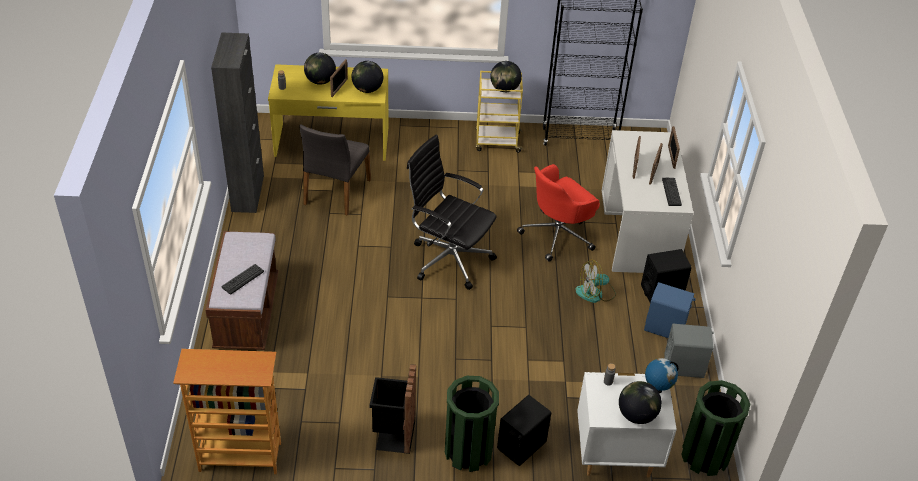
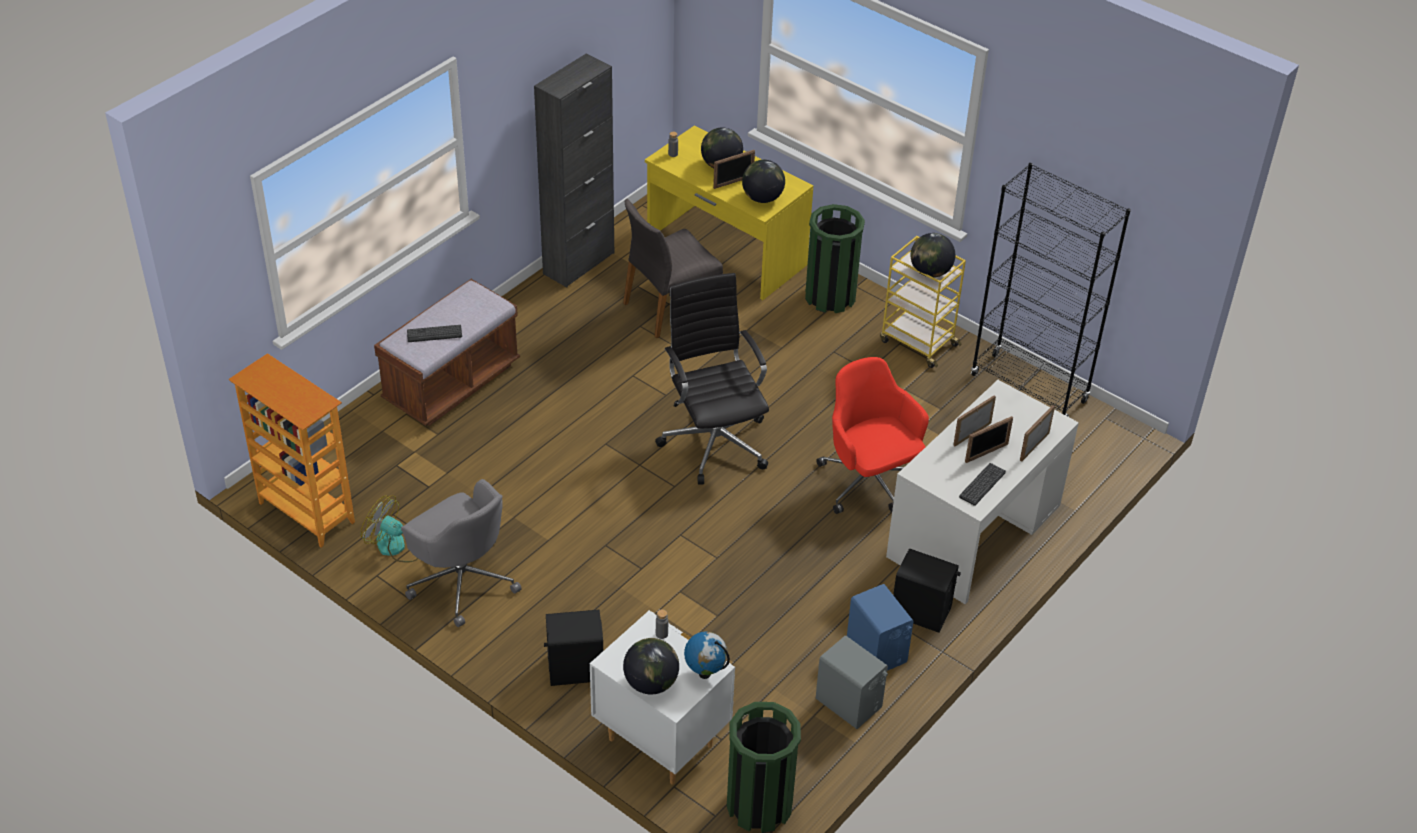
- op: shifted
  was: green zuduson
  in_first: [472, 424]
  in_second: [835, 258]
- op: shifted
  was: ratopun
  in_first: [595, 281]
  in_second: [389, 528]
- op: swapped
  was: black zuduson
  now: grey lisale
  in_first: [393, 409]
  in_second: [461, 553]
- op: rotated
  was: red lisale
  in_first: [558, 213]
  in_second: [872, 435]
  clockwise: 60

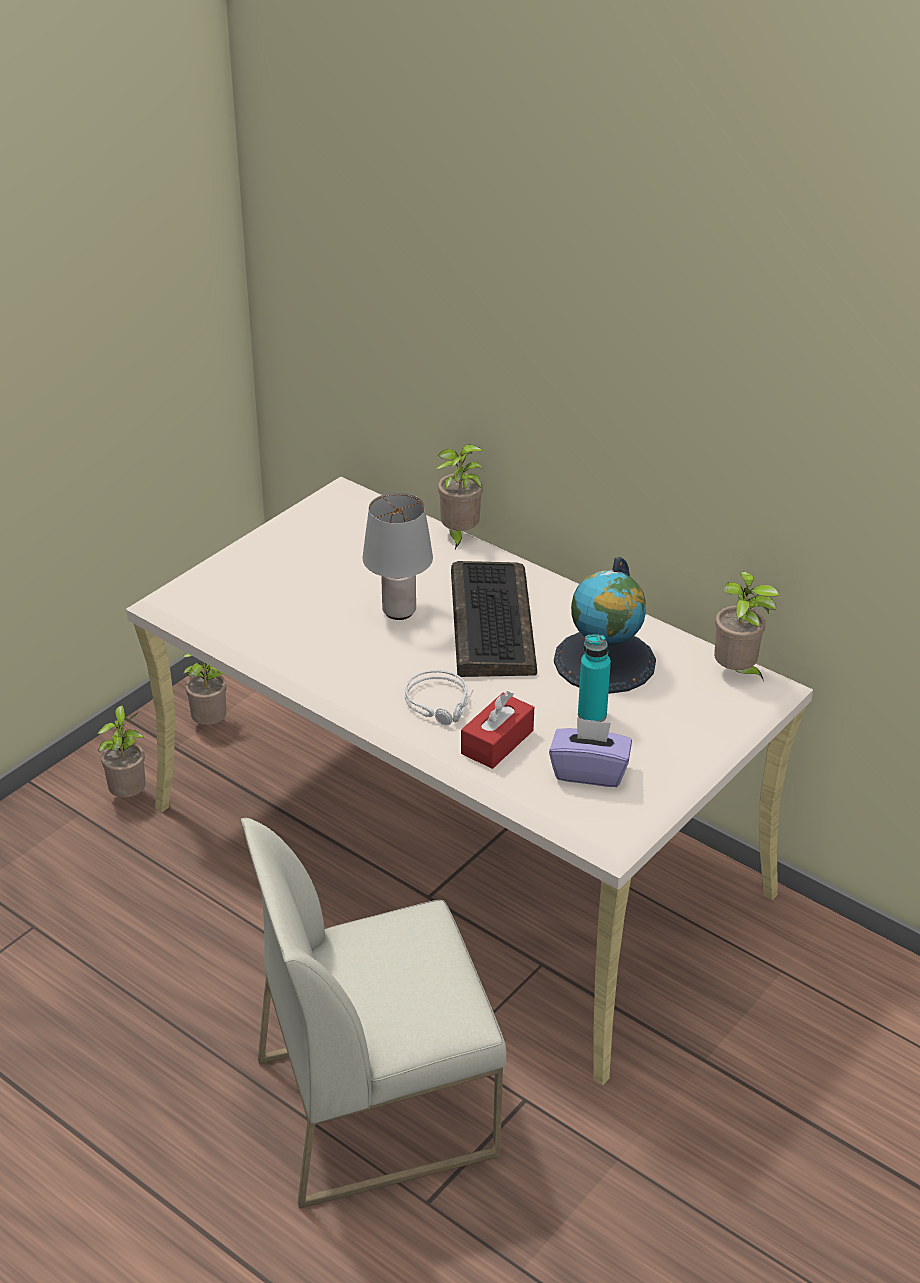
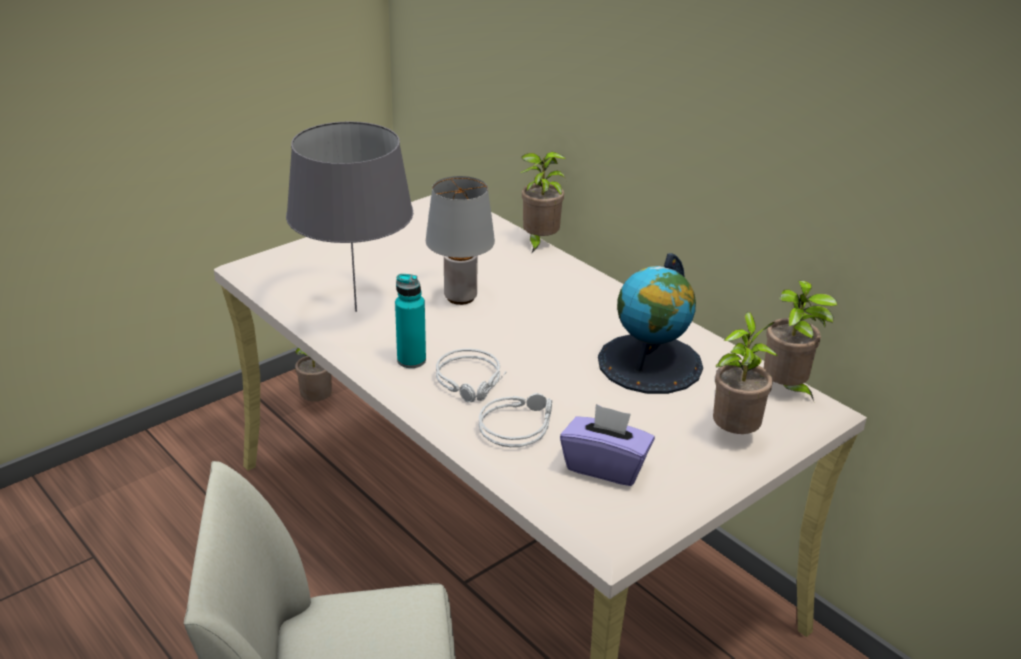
- op: gone
  was: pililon
  in_first: [494, 619]
- op: new
  now: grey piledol
  in_second: [349, 216]
- op: shifted
  was: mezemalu
  in_first: [121, 752]
  in_second: [746, 373]
- op: shifted
  was: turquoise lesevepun
  in_first: [594, 678]
  in_second: [410, 321]
- op: swapped
  was: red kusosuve
  now: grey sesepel
  in_first: [497, 730]
  in_second: [515, 420]

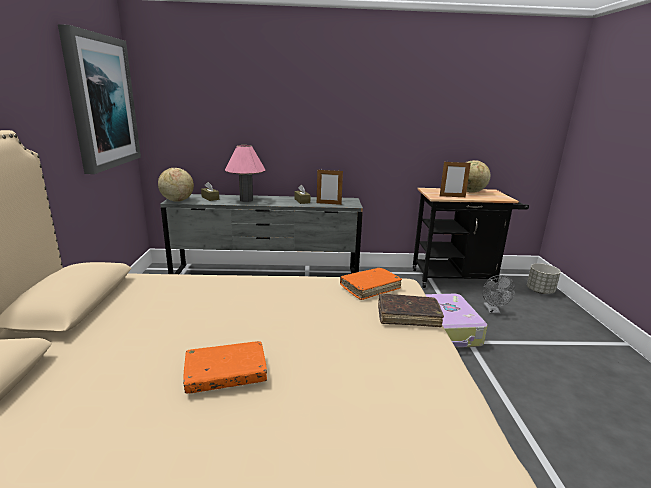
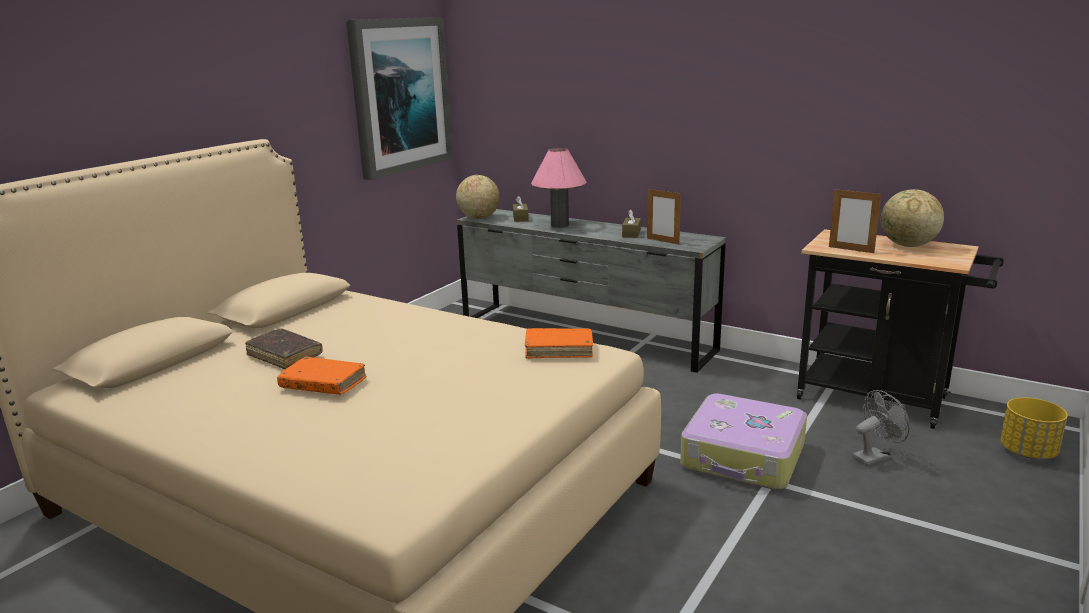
- op: shifted
  was: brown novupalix
  in_first: [411, 310]
  in_second: [284, 348]
- op: repainted
  was: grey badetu
  now: yellow badetu
  in_first: [544, 278]
  in_second: [1034, 428]
- op: rotated
  was: grey ratopun
  in_first: [498, 294]
  in_second: [881, 428]
  clockwise: -150

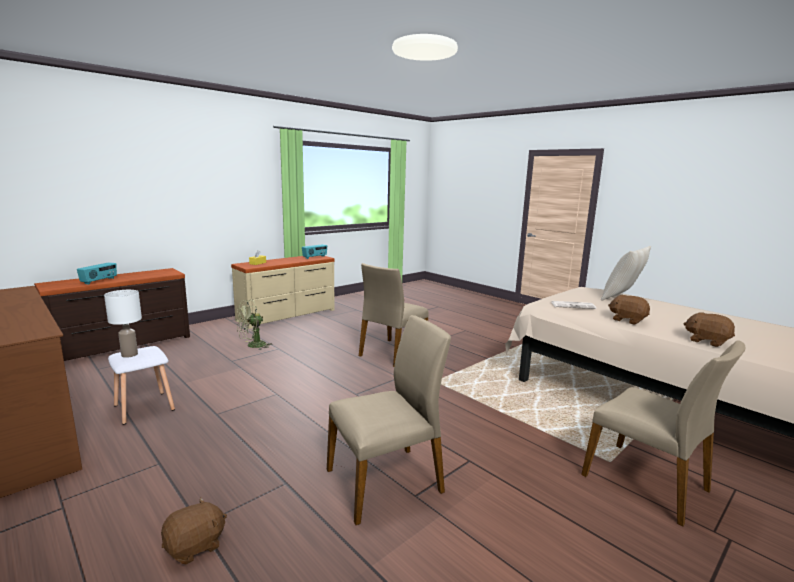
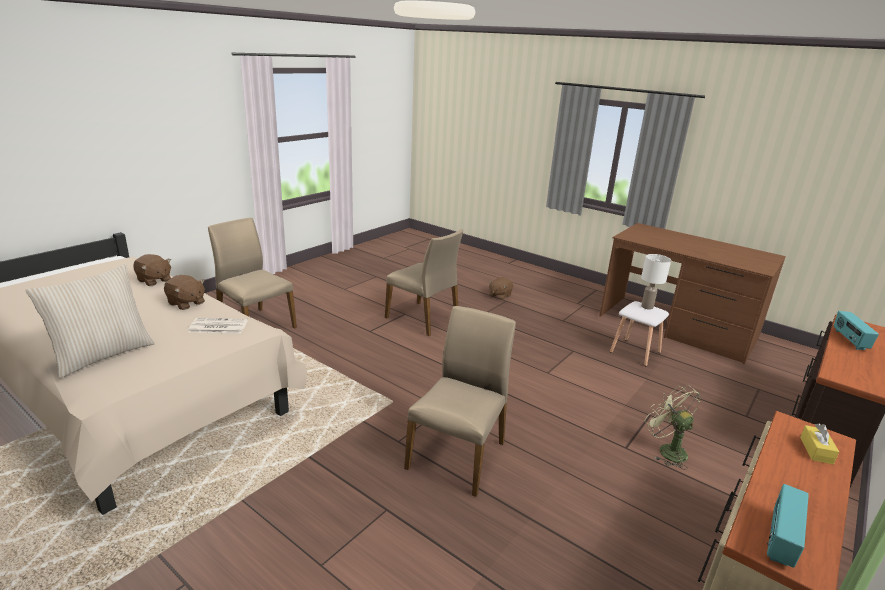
- op: rotated
  was: green ratopun
  in_first: [254, 324]
  in_second: [672, 427]
  clockwise: -75
- op: rotated
  was: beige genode
  in_first: [389, 420]
  in_second: [424, 282]
  clockwise: -105

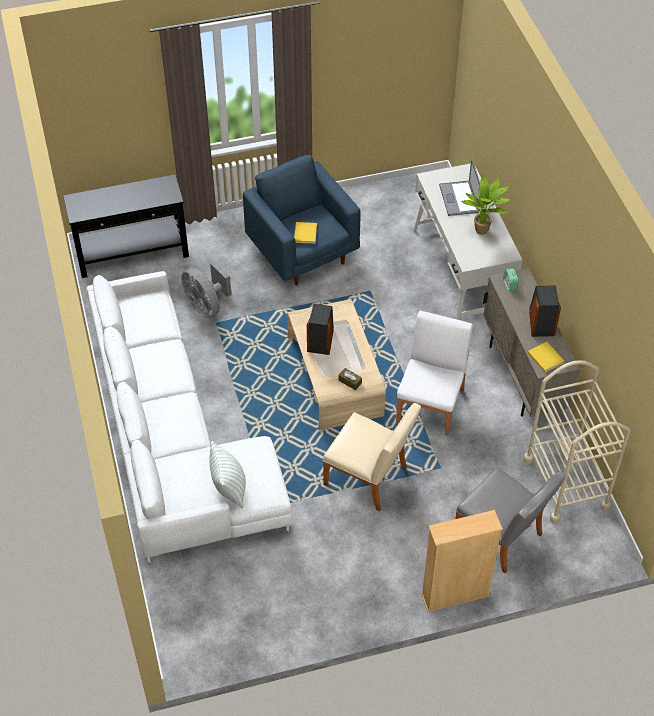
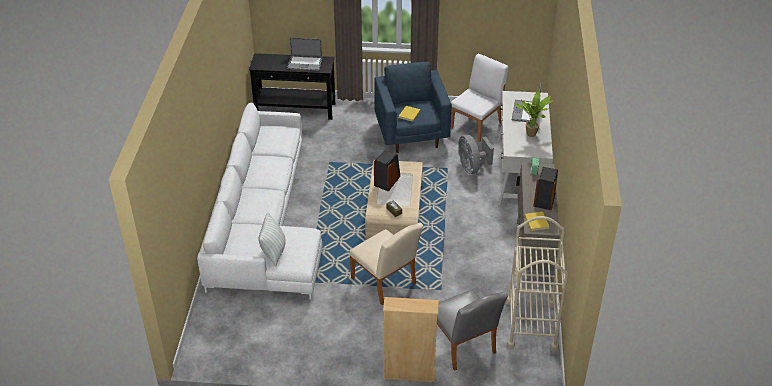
- op: new
  now: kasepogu
  in_second: [304, 54]
- op: shifted
  was: grey ratopun
  in_first: [206, 289]
  in_second: [476, 154]
- op: shifted
  was: white genode
  in_first: [434, 373]
  in_second: [480, 98]

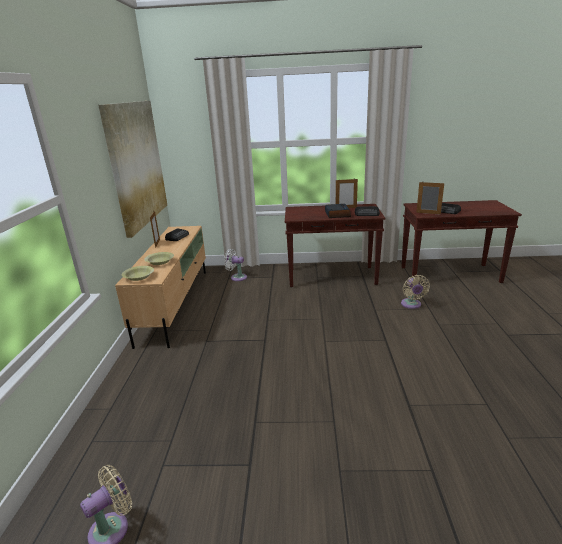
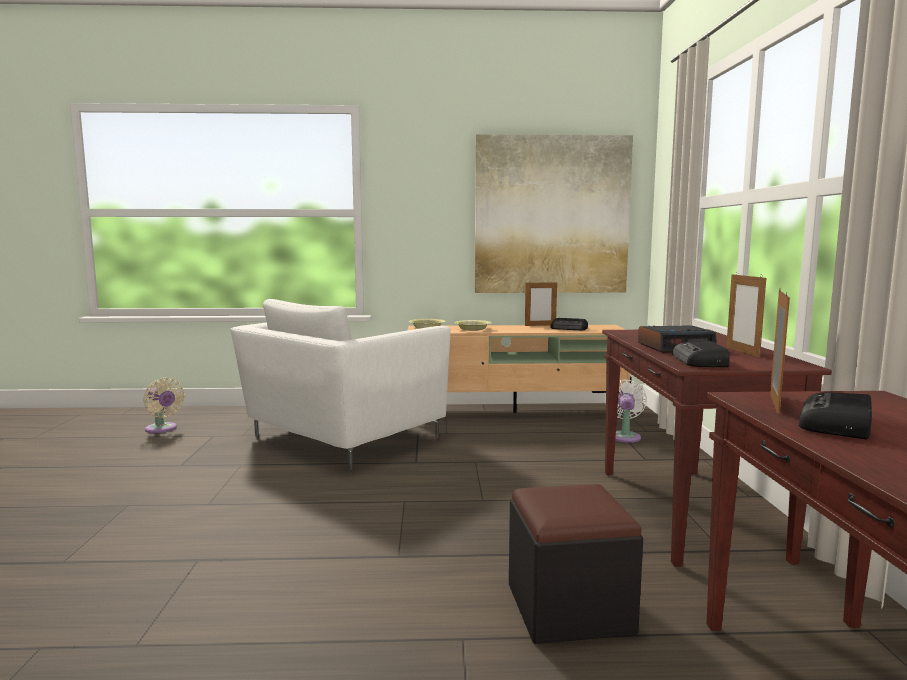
- op: new
  now: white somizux
  in_second: [341, 384]
- op: swapped
  was: beige ratopun
  now: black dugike
  in_first: [415, 292]
  in_second: [576, 564]

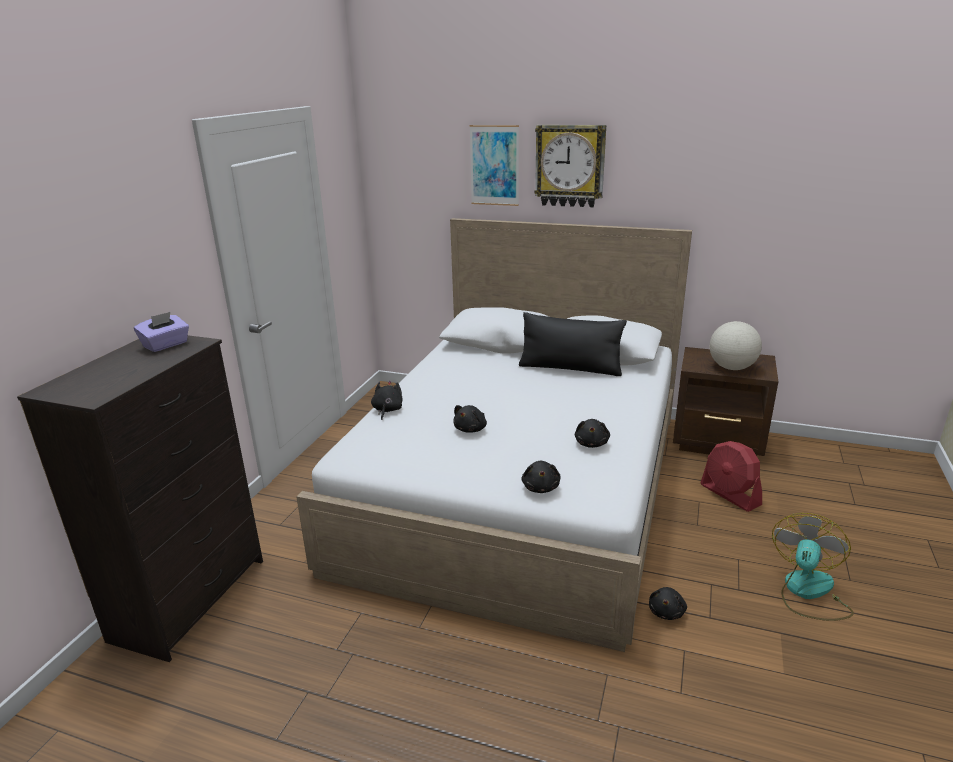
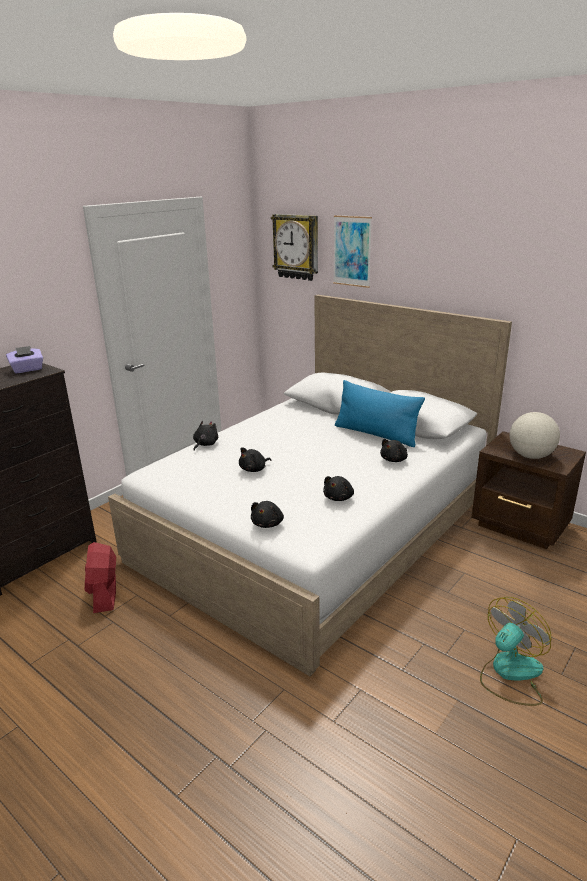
- op: shifted
  was: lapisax
  in_first: [570, 166]
  in_second: [294, 247]
- op: shifted
  was: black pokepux
  in_first: [668, 603]
  in_second: [394, 450]
- op: shifted
  was: red ratopun
  in_first: [731, 476]
  in_second: [100, 577]
- op: repainted
  was: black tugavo
  now: blue tugavo
  in_first: [573, 344]
  in_second: [380, 413]

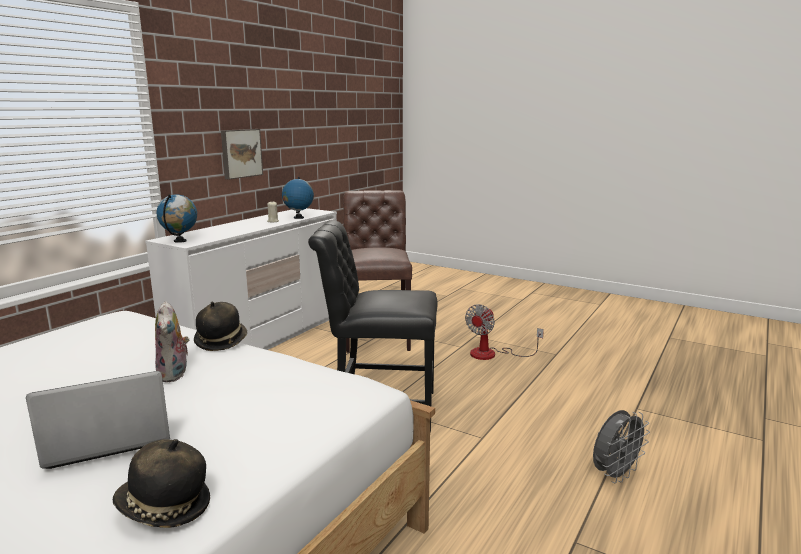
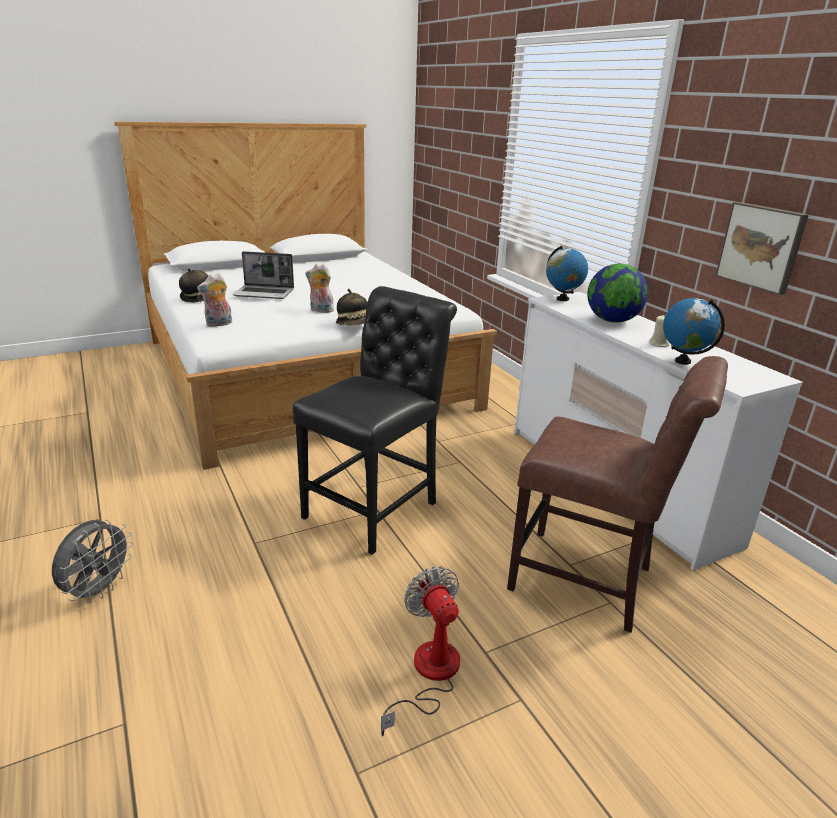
- op: new
  now: pokepux
  in_second: [214, 300]
- op: new
  now: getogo
  in_second: [617, 293]
- op: rotated
  was: kasepogu
  in_first: [98, 420]
  in_second: [263, 275]
  clockwise: 90
- op: rotated
  was: grey ratopun
  in_first: [621, 446]
  in_second: [92, 561]
  clockwise: -150

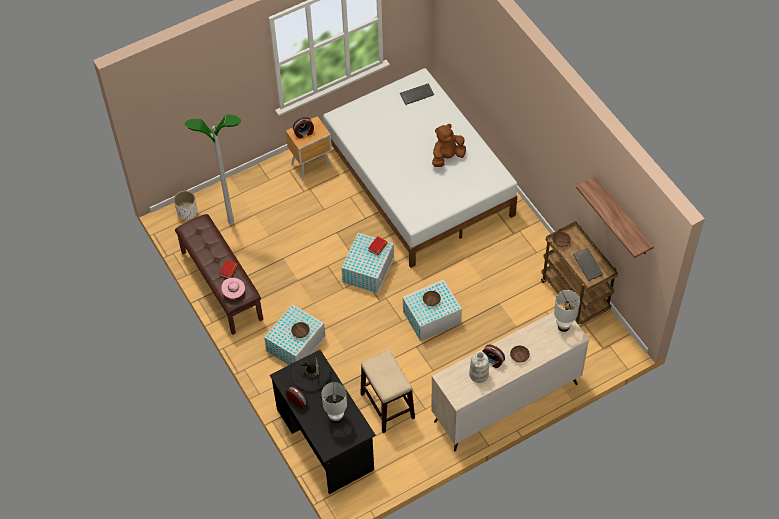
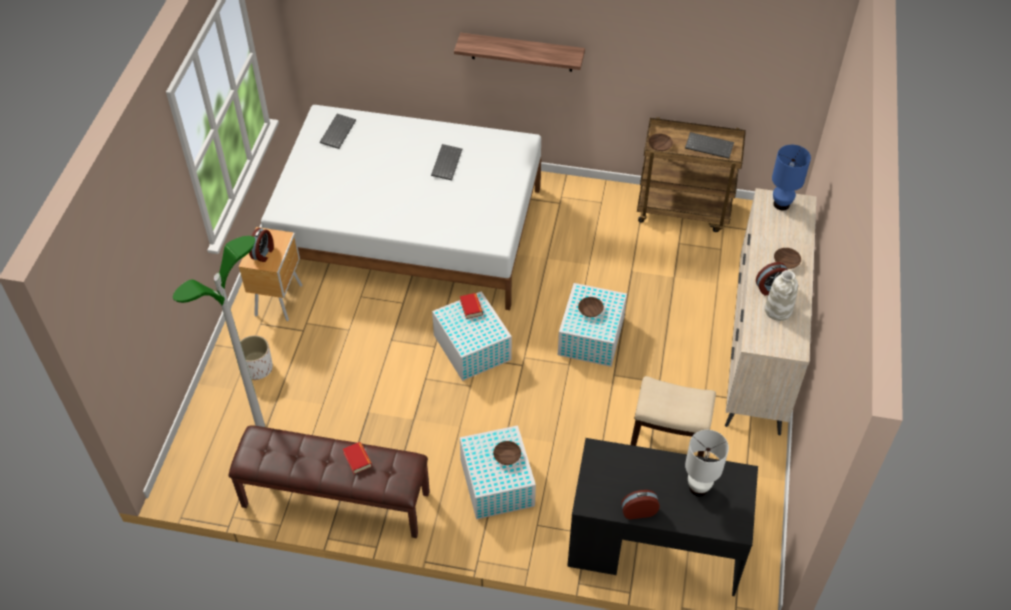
- op: gone
  was: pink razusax
  in_first: [233, 288]
- op: gone
  was: black razusax
  in_first: [310, 374]
- op: shifted
  was: white badetu
  in_first: [185, 205]
  in_second: [256, 357]
- op: shifted
  was: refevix
  in_first: [615, 217]
  in_second: [519, 52]
- op: swapped
  was: brown pokepux
  now: pililon
  in_first: [449, 145]
  in_second: [446, 162]
- op: repainted
  was: white piledol
  now: blue piledol
  in_first: [567, 311]
  in_second: [791, 178]

